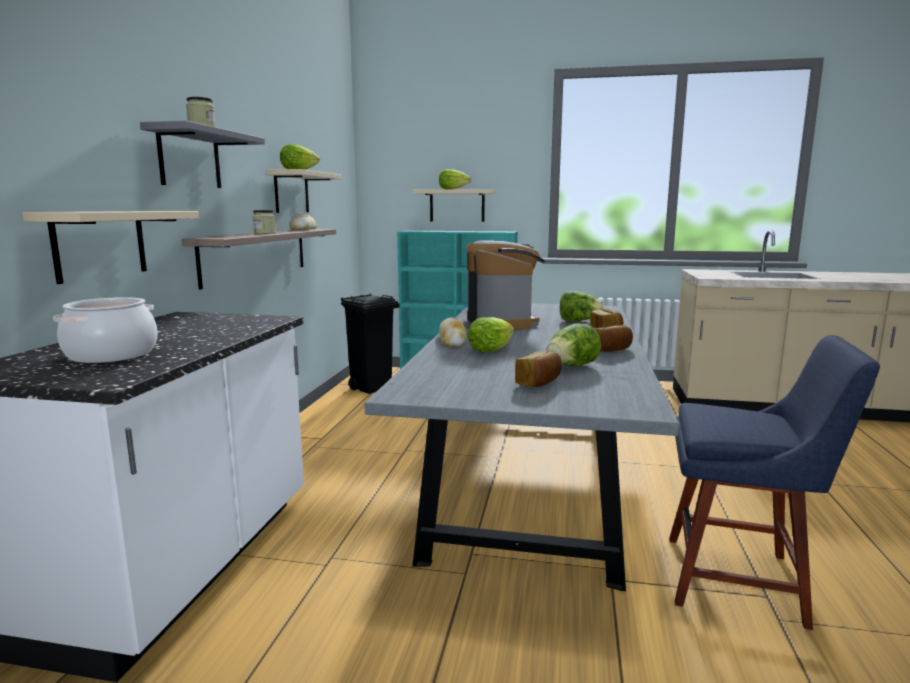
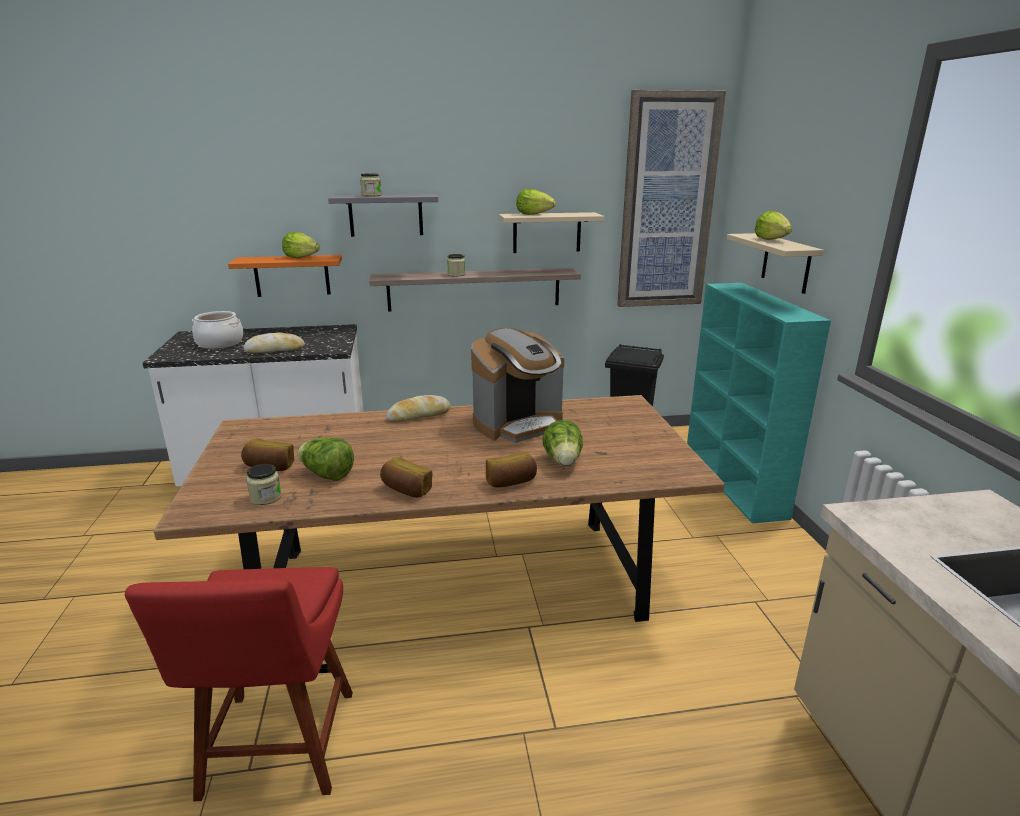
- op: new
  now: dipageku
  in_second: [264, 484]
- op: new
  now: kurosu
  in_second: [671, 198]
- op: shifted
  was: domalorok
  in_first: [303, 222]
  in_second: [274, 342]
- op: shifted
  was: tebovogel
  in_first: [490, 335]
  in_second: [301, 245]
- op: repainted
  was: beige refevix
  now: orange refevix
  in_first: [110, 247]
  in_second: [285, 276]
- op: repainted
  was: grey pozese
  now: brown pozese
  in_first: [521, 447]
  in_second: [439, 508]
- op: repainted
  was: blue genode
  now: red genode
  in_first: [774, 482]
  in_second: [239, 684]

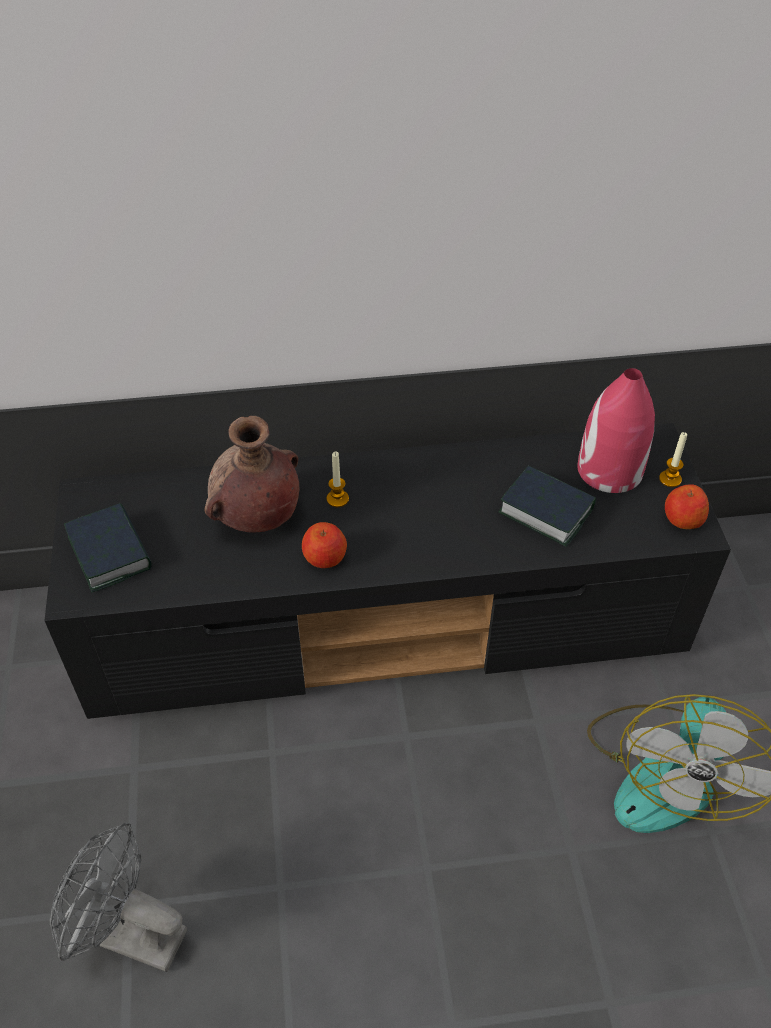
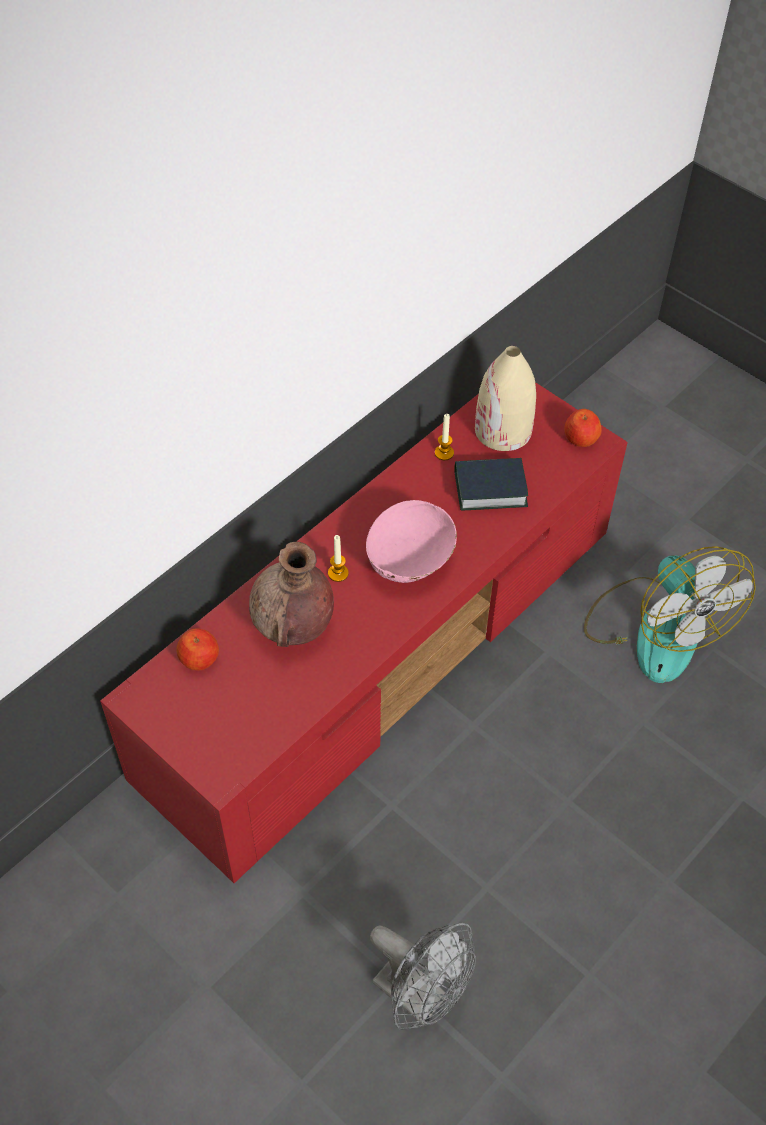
- op: gone
  was: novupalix
  in_first: [107, 547]
- op: new
  now: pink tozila
  in_second: [411, 541]
- op: shifted
  was: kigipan
  in_first: [324, 545]
  in_second: [197, 649]
- op: shifted
  was: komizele
  in_first: [673, 459]
  in_second: [444, 437]
- op: repainted
  was: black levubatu
  now: red levubatu
  in_first: [387, 571]
  in_second: [364, 632]
- op: repainted
  was: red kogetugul
  now: beige kogetugul
  in_first: [616, 430]
  in_second: [505, 398]
- op: rotated
  was: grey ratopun
  in_first: [118, 897]
  in_second: [423, 976]
  clockwise: -120

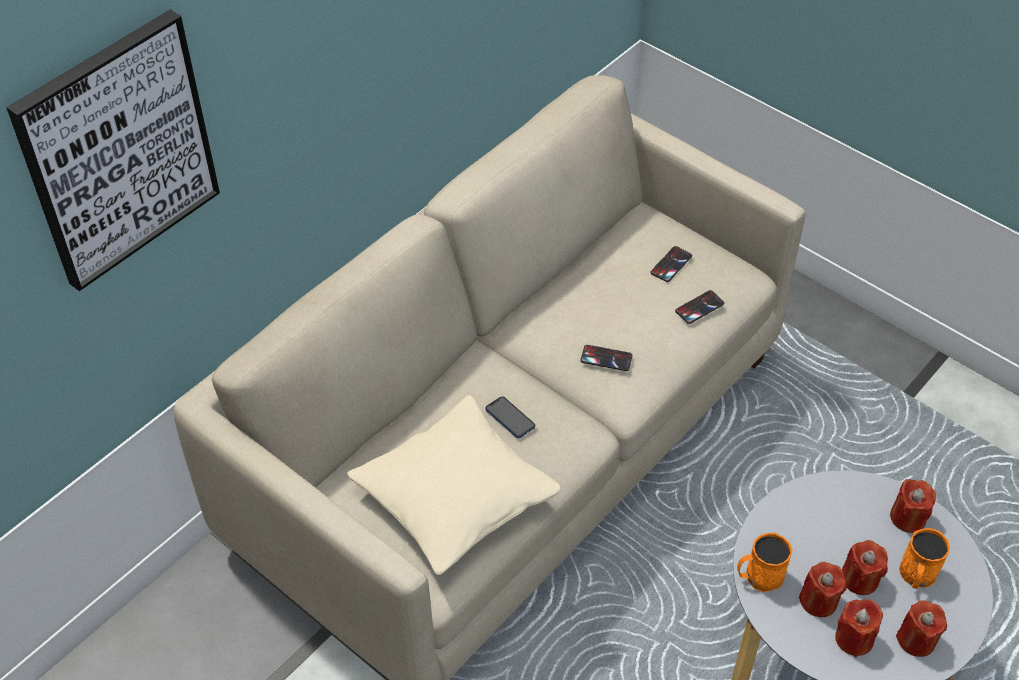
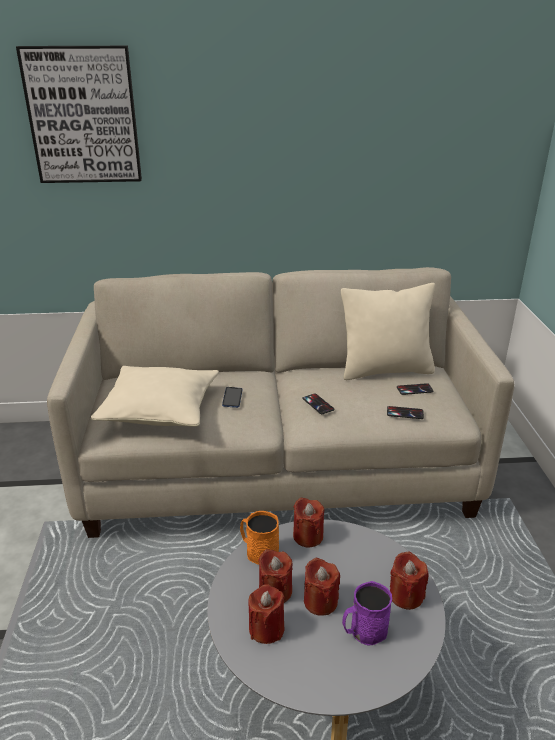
- op: new
  now: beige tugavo
  in_second: [388, 331]
- op: shifted
  was: red komizele
  in_first: [921, 628]
  in_second: [308, 522]
- op: repainted
  was: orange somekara
  now: purple somekara
  in_first: [924, 558]
  in_second: [367, 613]

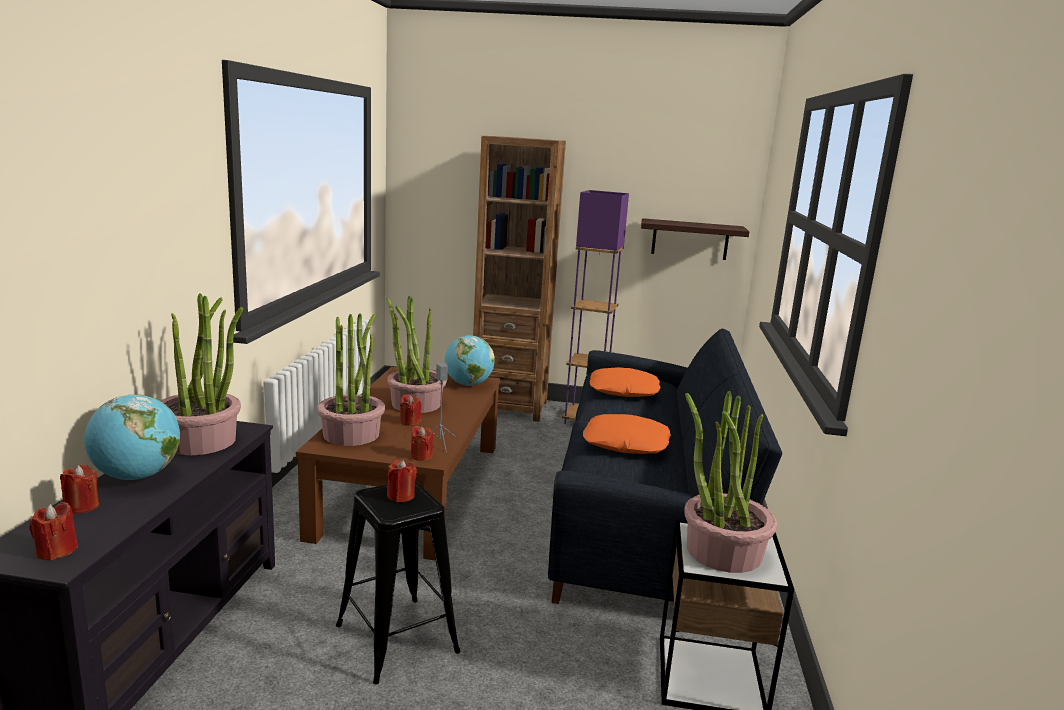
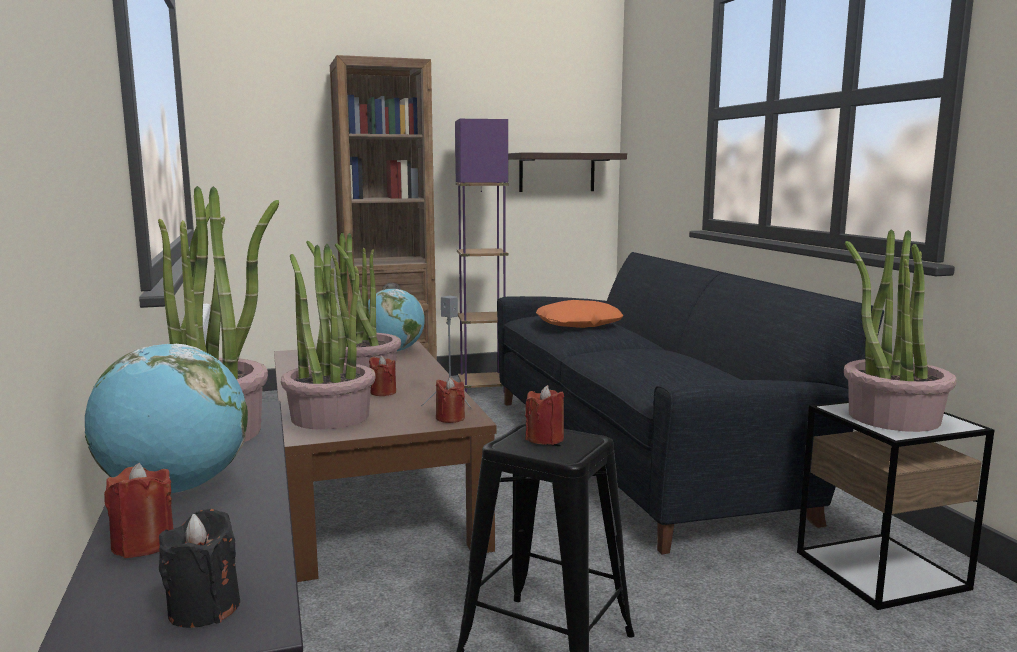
- op: gone
  was: orange tugavo
  in_first: [627, 434]
- op: repainted
  was: red komizele
  now: black komizele
  in_first: [53, 531]
  in_second: [199, 568]

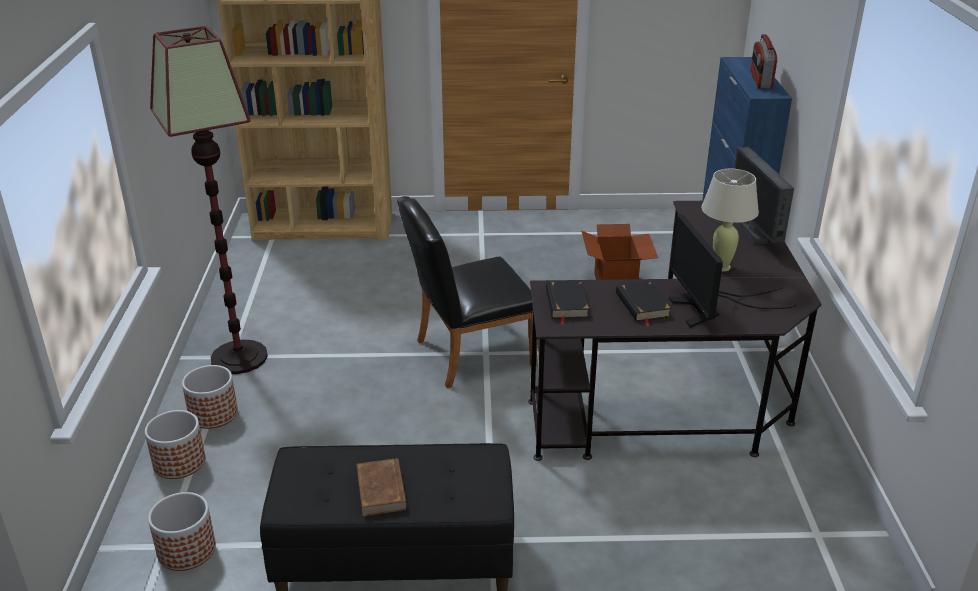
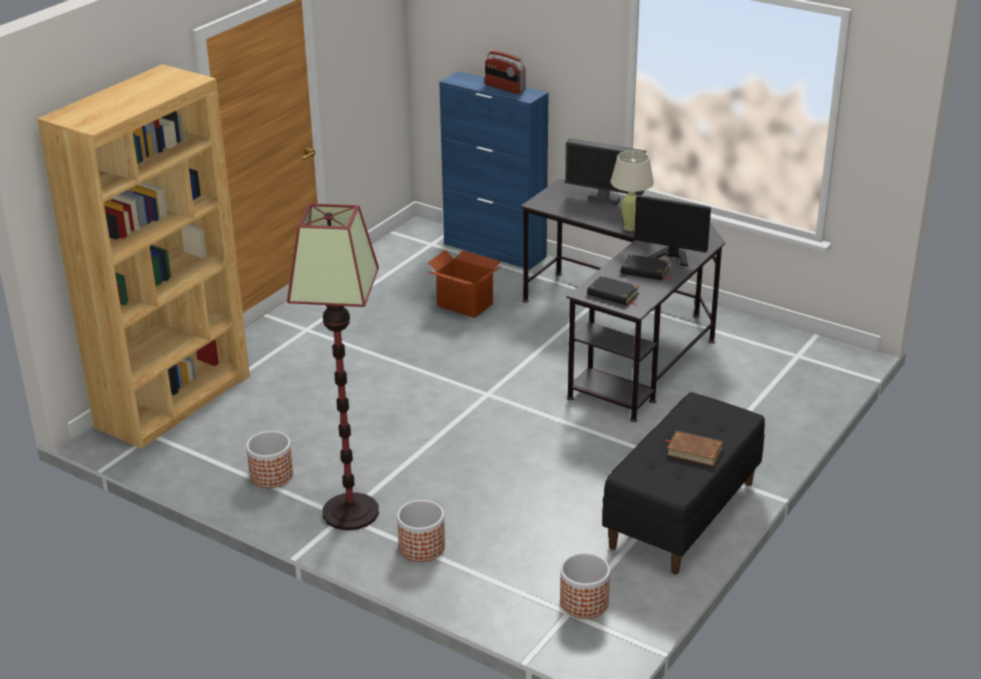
- op: gone
  was: black genode
  in_first: [467, 292]
- op: shifted
  was: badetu
  in_first: [175, 444]
  in_second: [269, 459]

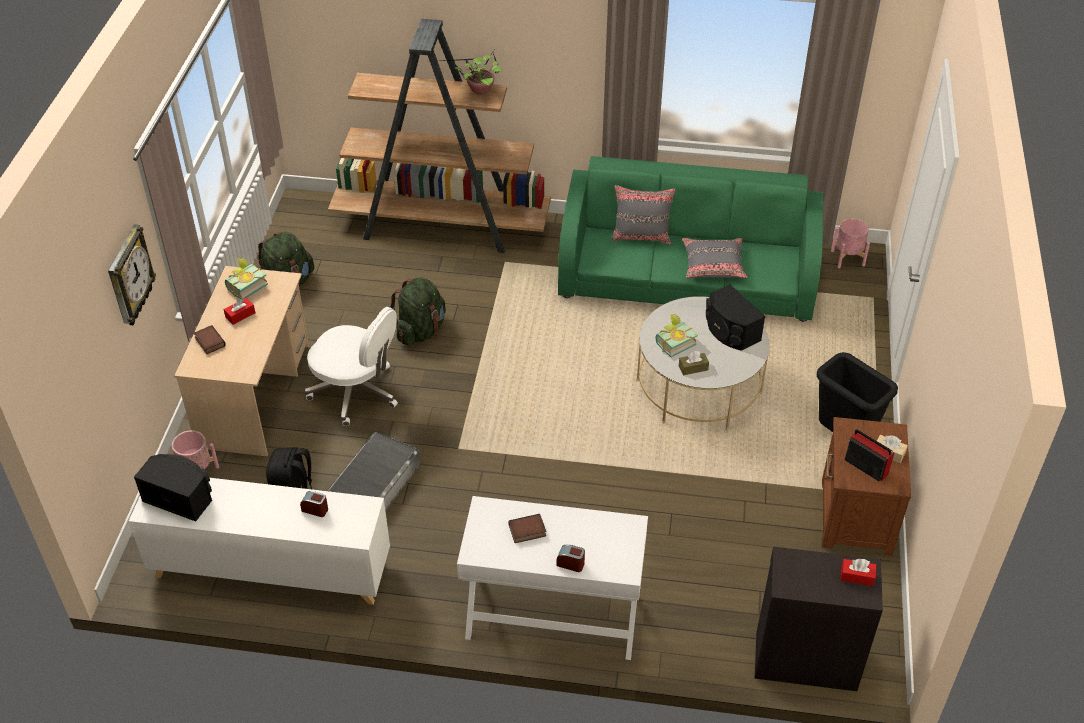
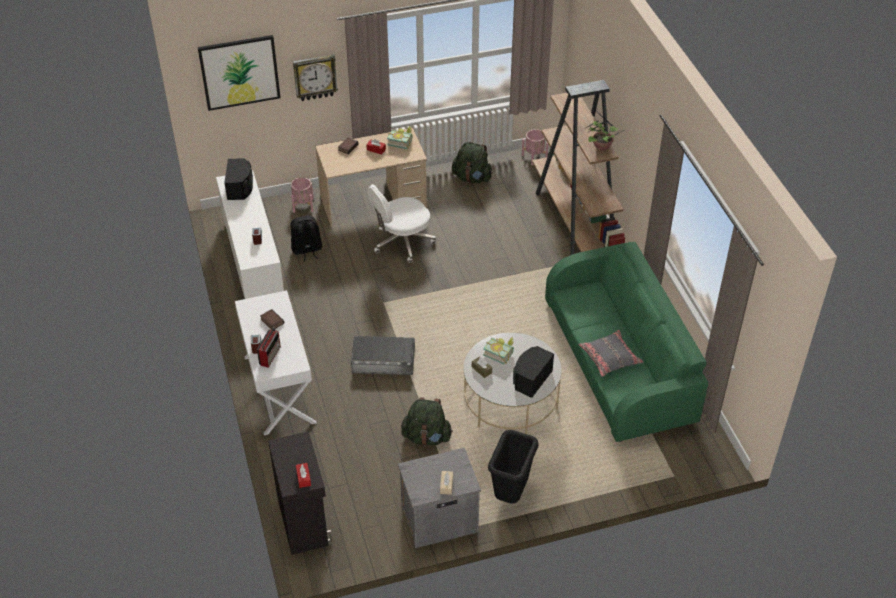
- op: gone
  was: grey tugavo
  in_first: [644, 215]
- op: new
  now: kurosu
  in_second: [239, 73]
- op: shifted
  was: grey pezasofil
  in_first: [374, 471]
  in_second: [383, 355]
- op: shifted
  was: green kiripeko
  in_first: [417, 311]
  in_second: [427, 421]
- op: shifted
  was: pink badetu
  in_first: [850, 243]
  in_second: [535, 147]
- op: shifted
  was: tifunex
  in_first: [870, 455]
  in_second: [269, 347]
- op: repainted
  was: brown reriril
  now: grey reriril
  in_first: [866, 486]
  in_second: [439, 498]
- op: rotated
  was: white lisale
  in_first: [351, 366]
  in_second: [402, 223]
  clockwise: 60

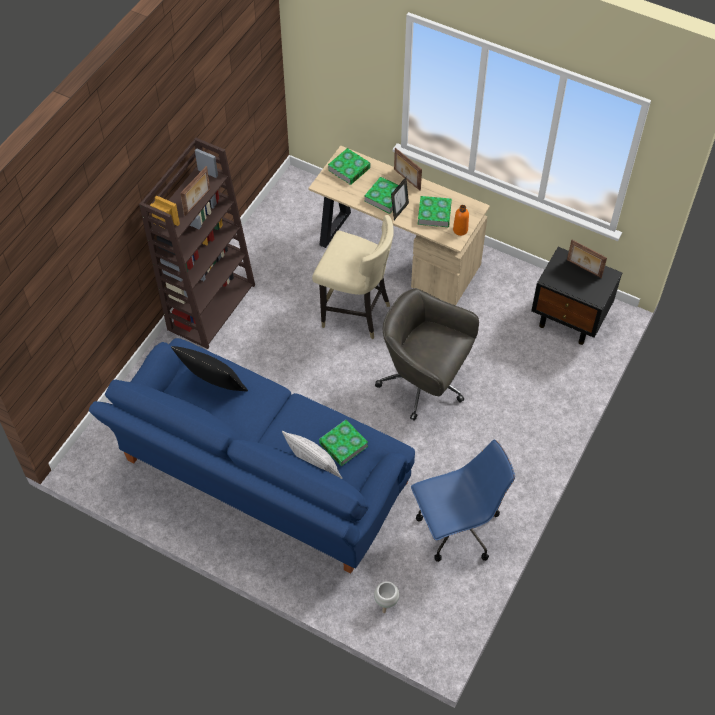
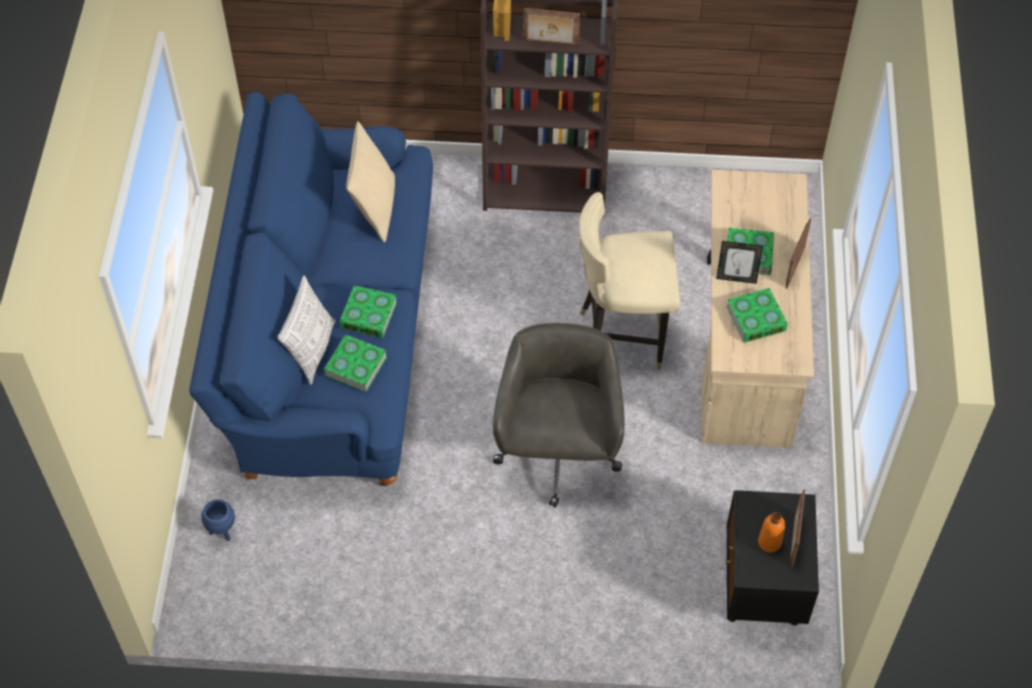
- op: gone
  was: blue lisale
  in_first: [463, 501]
- op: shifted
  was: novupalix
  in_first: [349, 166]
  in_second: [368, 311]
- op: shifted
  was: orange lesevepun
  in_first: [461, 220]
  in_second: [771, 532]
- op: repainted
  was: black tugavo
  now: beige tugavo
  in_first: [209, 368]
  in_second: [370, 182]
- op: repainted
  was: white badetu
  now: blue badetu
  in_first: [386, 597]
  in_second: [218, 520]
- op: rotated
  was: beige genode
  in_first: [353, 277]
  in_second: [629, 281]
  clockwise: 90

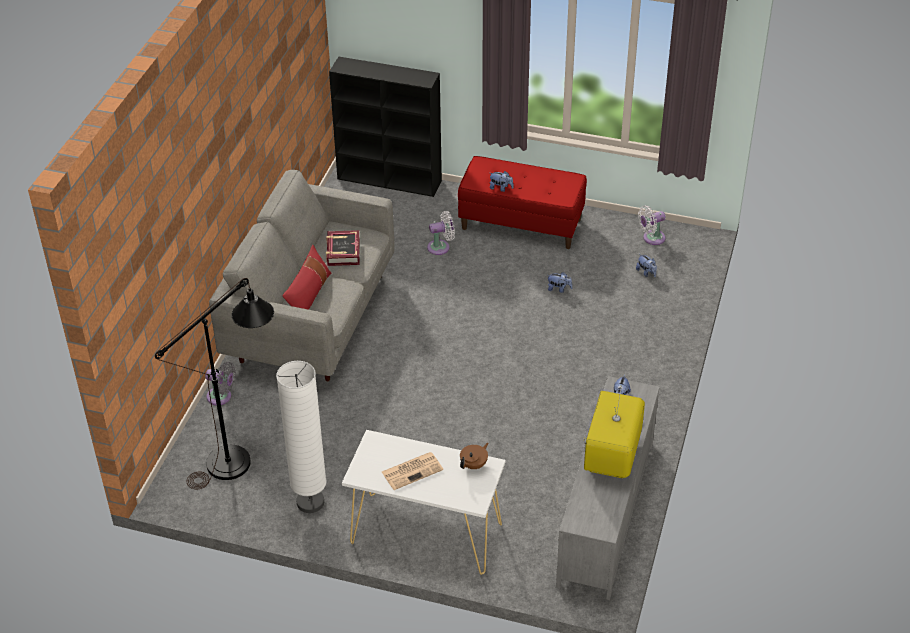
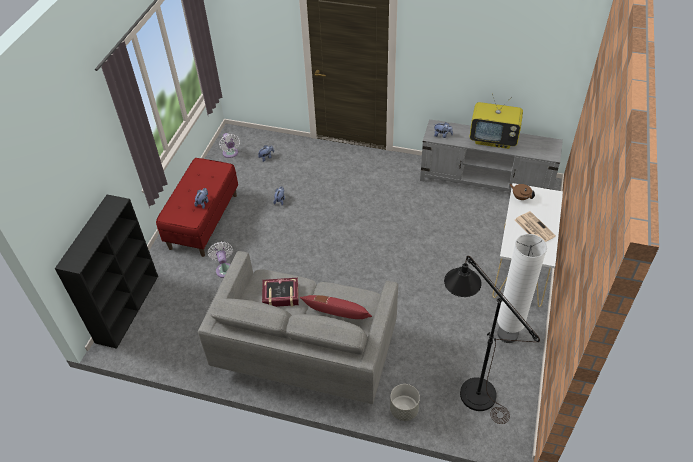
- op: swapped
  was: grey ratopun
  now: grey badetu
  in_first: [220, 383]
  in_second: [405, 402]

